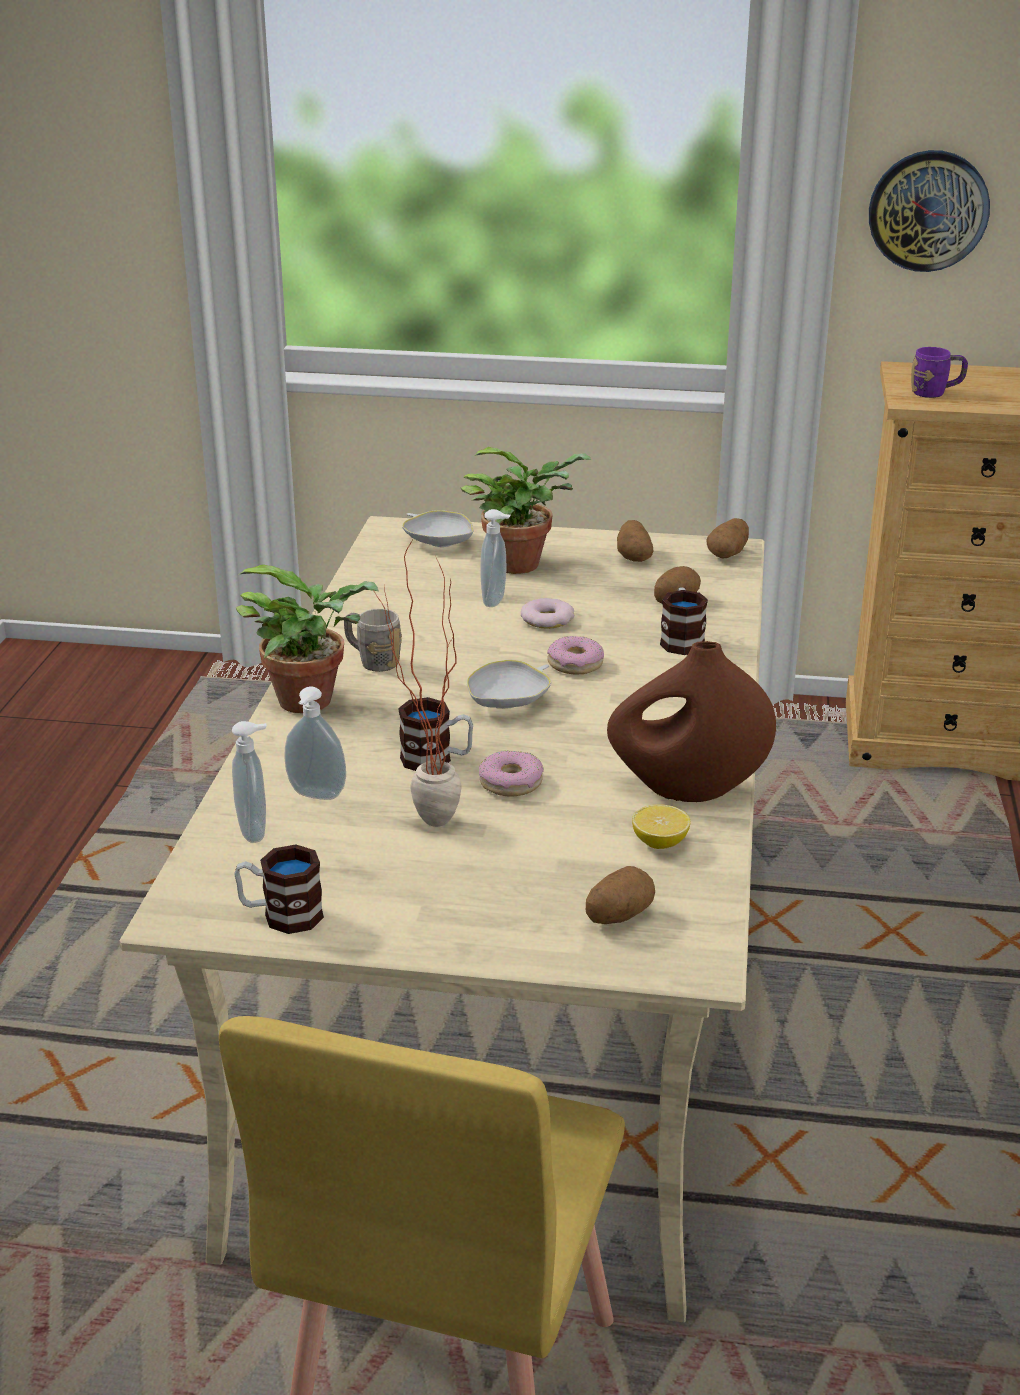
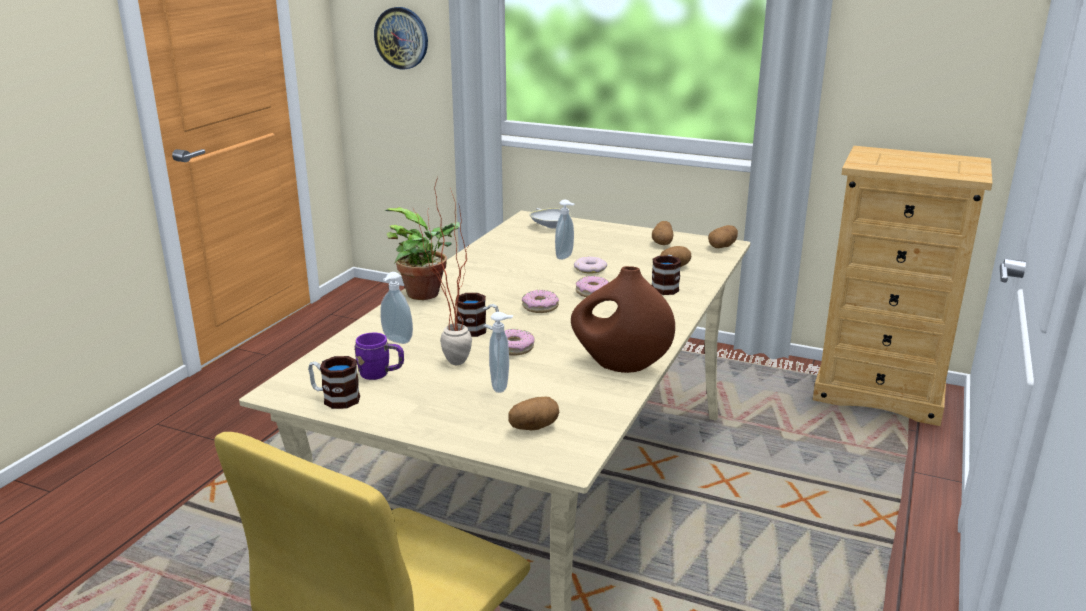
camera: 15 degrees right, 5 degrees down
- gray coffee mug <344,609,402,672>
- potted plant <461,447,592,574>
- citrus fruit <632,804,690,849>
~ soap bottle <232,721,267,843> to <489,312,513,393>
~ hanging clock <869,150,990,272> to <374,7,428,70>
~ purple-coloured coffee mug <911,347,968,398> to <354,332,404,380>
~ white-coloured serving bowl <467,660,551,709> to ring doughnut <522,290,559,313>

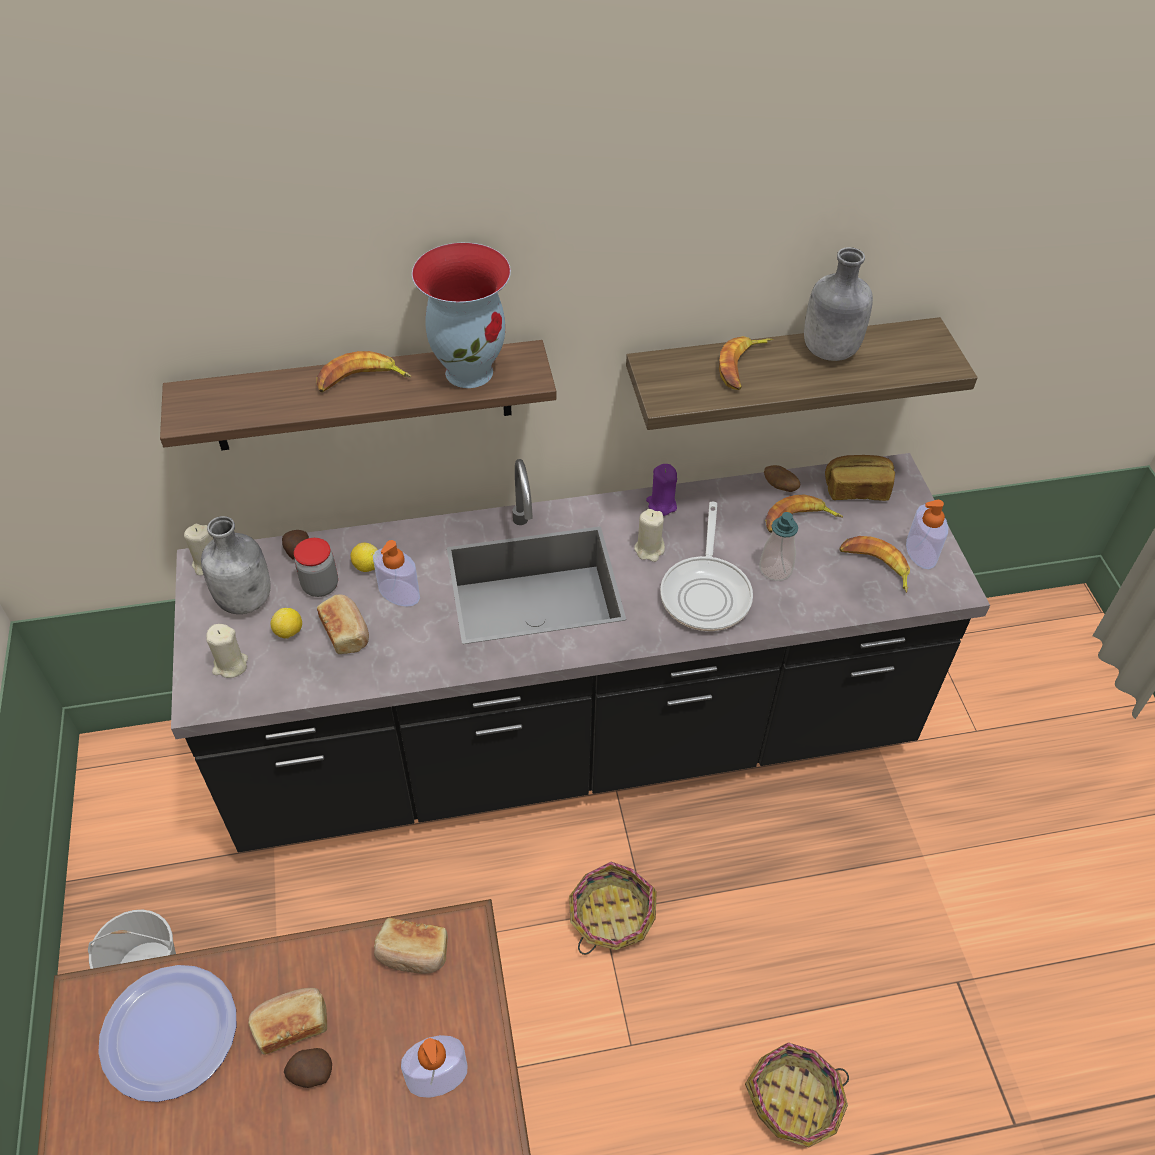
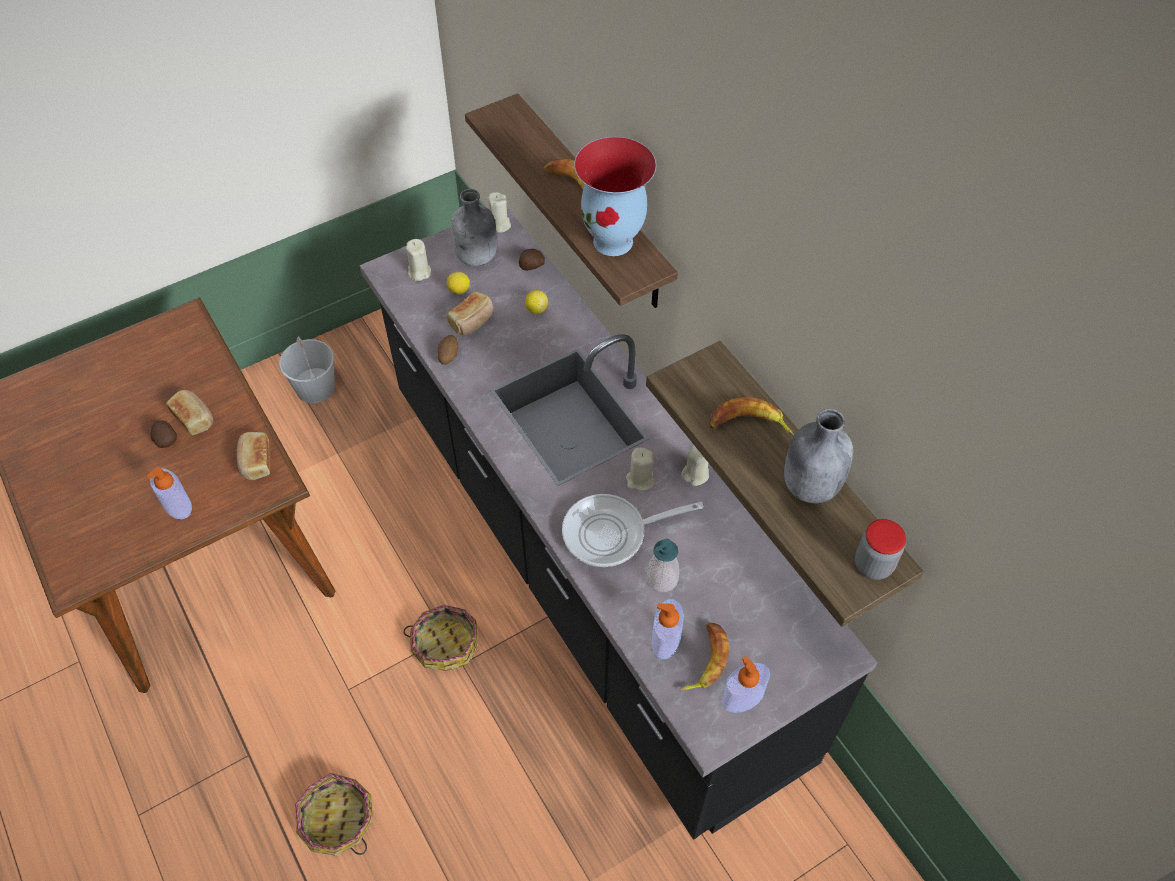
camera: 70 degrees right, 5 degrees up
- plate <98,965,236,1102>
- banana fruit <765,495,843,533>
- baked bread <825,455,895,501>
~ preserve jar <294,538,338,597> to <855,519,906,580>
~ soap bottle <373,540,420,607> to <651,599,684,659>
~ whole potato <764,465,800,492> to <438,335,458,365>
~ purple-coloured candle <646,464,677,516> to beige-coloured candle <681,444,709,486>

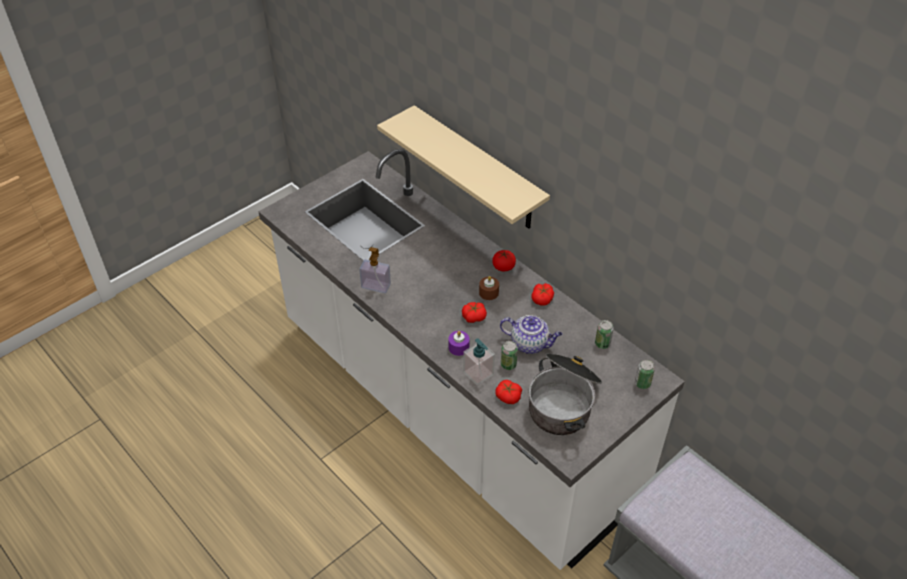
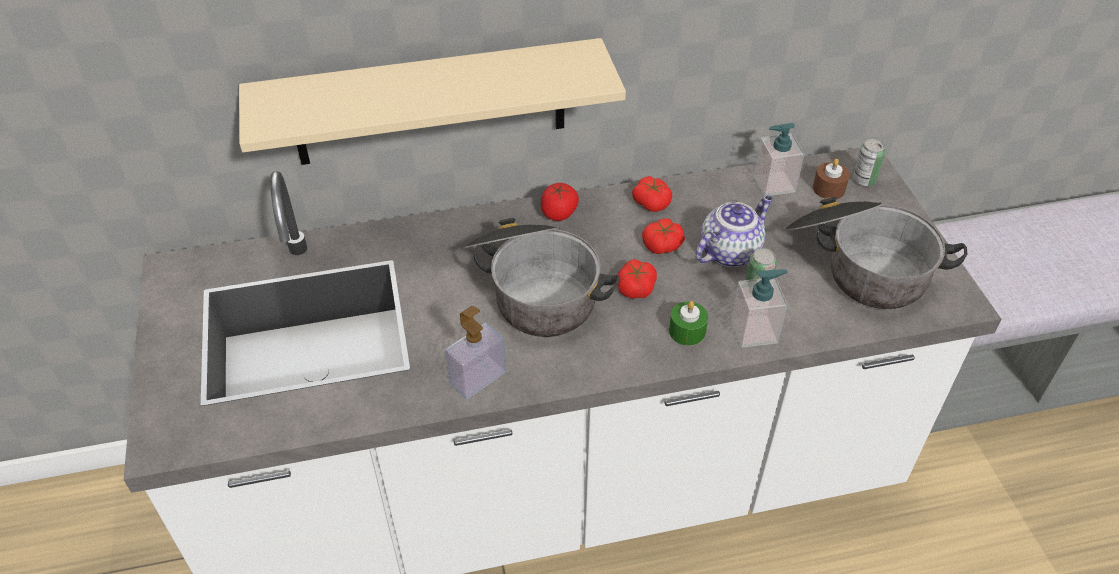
camera: 60 degrees left, 0 degrees up
+ stockpot <461,218,620,337>
~ brown-coloured candle <479,276,499,300> to <813,159,850,199>
~ tomato <495,380,522,404> to <642,218,685,254>
~ sealed can <595,320,614,349> to soap bottle <754,123,804,196>
~ purple-coloured candle <448,331,470,356> to greenish candle <669,301,708,346>

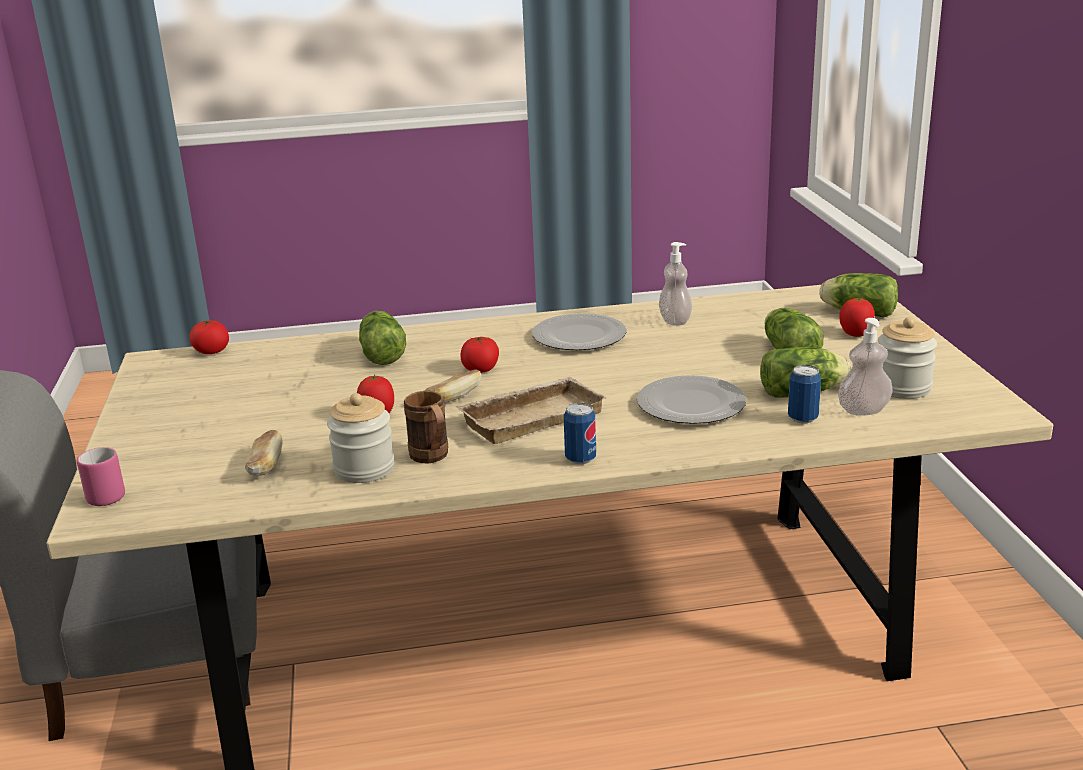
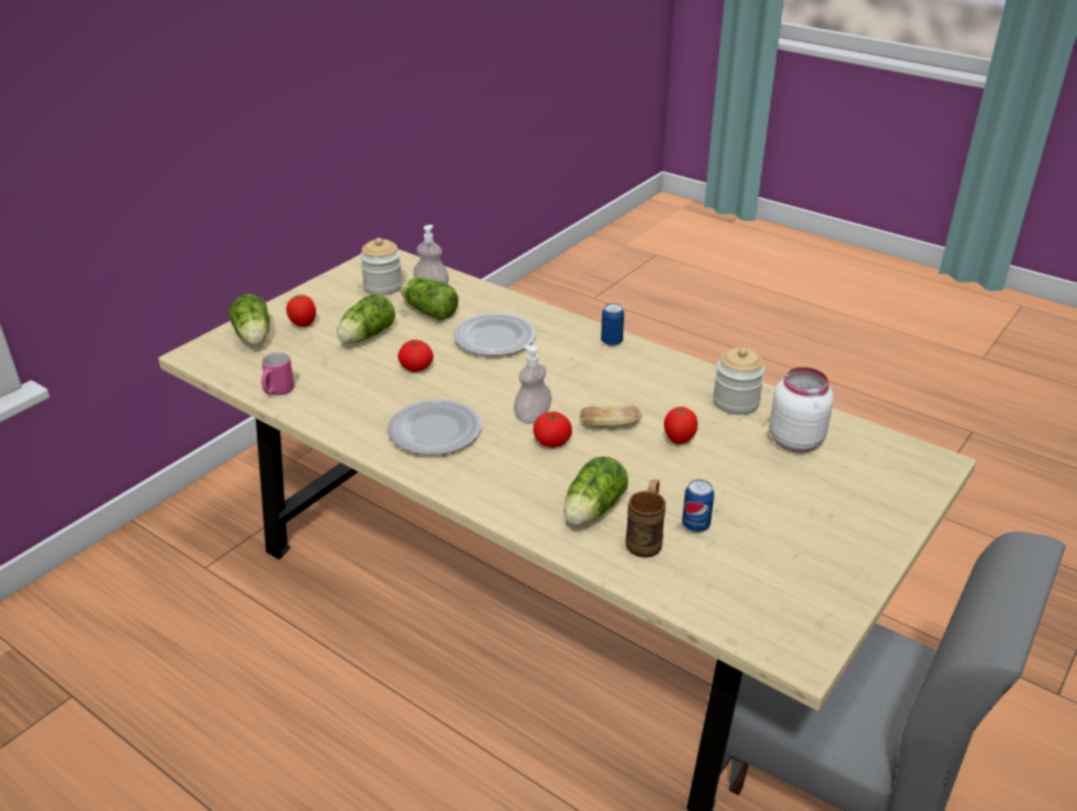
camera: 135 degrees left, 10 degrees up
- beige-coloured carrying tray <455,377,606,444>
~ pink-coloured coffee mug <77,447,125,506> to <261,352,294,395>
~ tomato <190,320,229,354> to <398,340,433,372>
~ brown-coloured coffee mug <404,391,448,463> to <626,479,666,558>
~ soap bottle <659,242,692,326> to <514,345,552,424>
~ sealed can <788,365,821,423> to <682,479,714,532>
~ baked bread <245,430,283,476> to white-coloured preserve jar <769,367,834,452>

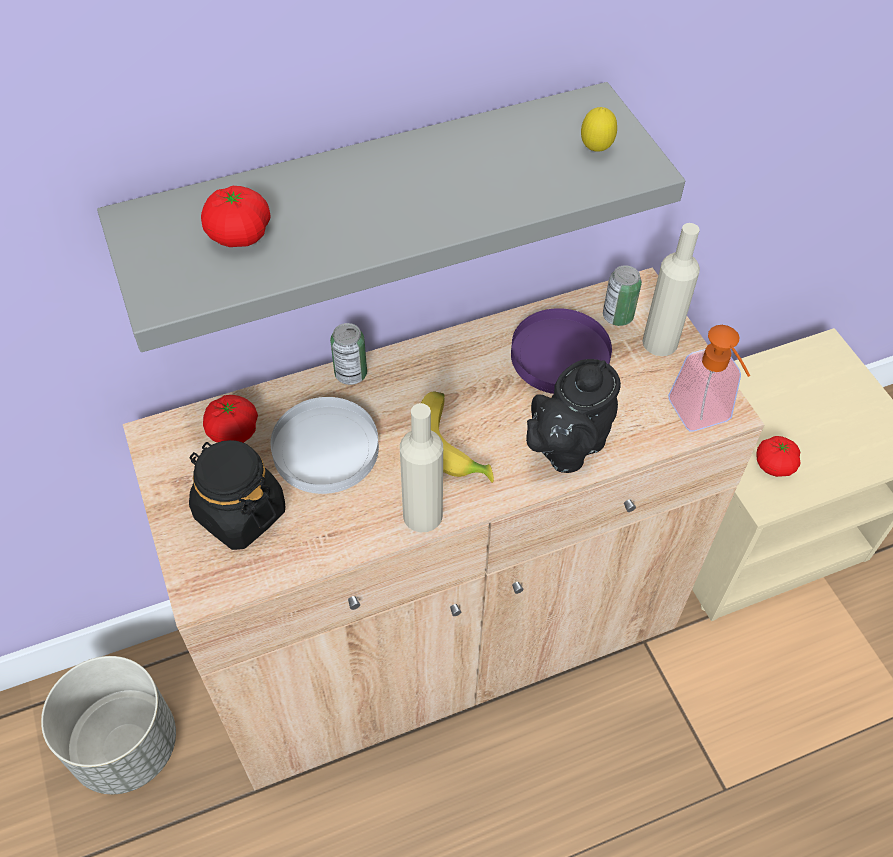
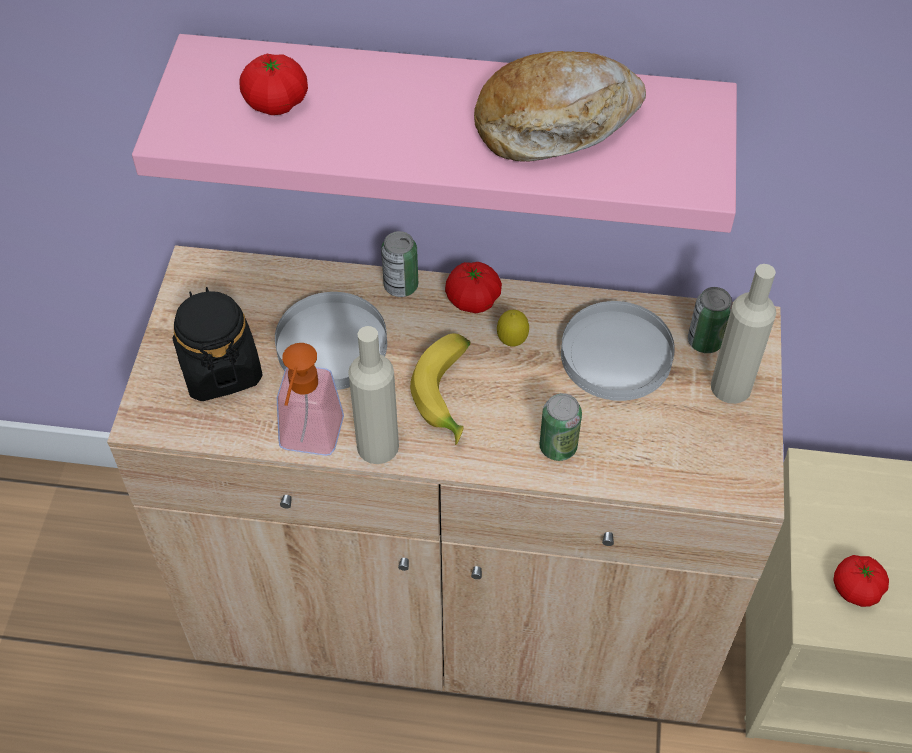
camera: 30 degrees right, 0 degrees up
- gray planter <41,656,176,794>
+ baked bread <474,51,646,162>
~ tomato <203,395,258,443> to <445,262,502,313>
~ citrus fruit <581,107,617,152> to <497,310,529,347>
~ soap bottle <668,325,750,432> to <277,343,344,456>
~ black pot for tea <526,359,621,473> to sealed can <539,393,582,461>
~ gray shelf <97,82,685,352> to pink-coloured shelf <132,34,737,233>
~ purple-coloured plate <511,308,612,394> to white-coloured plate <561,301,675,401>

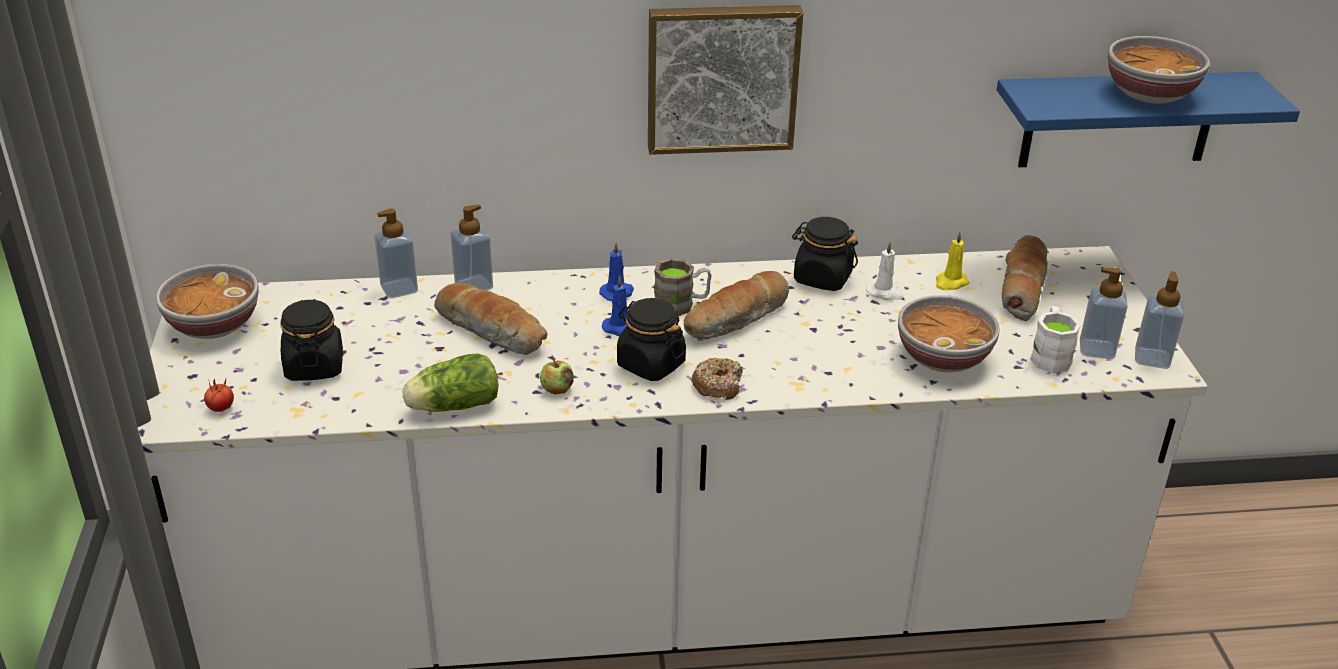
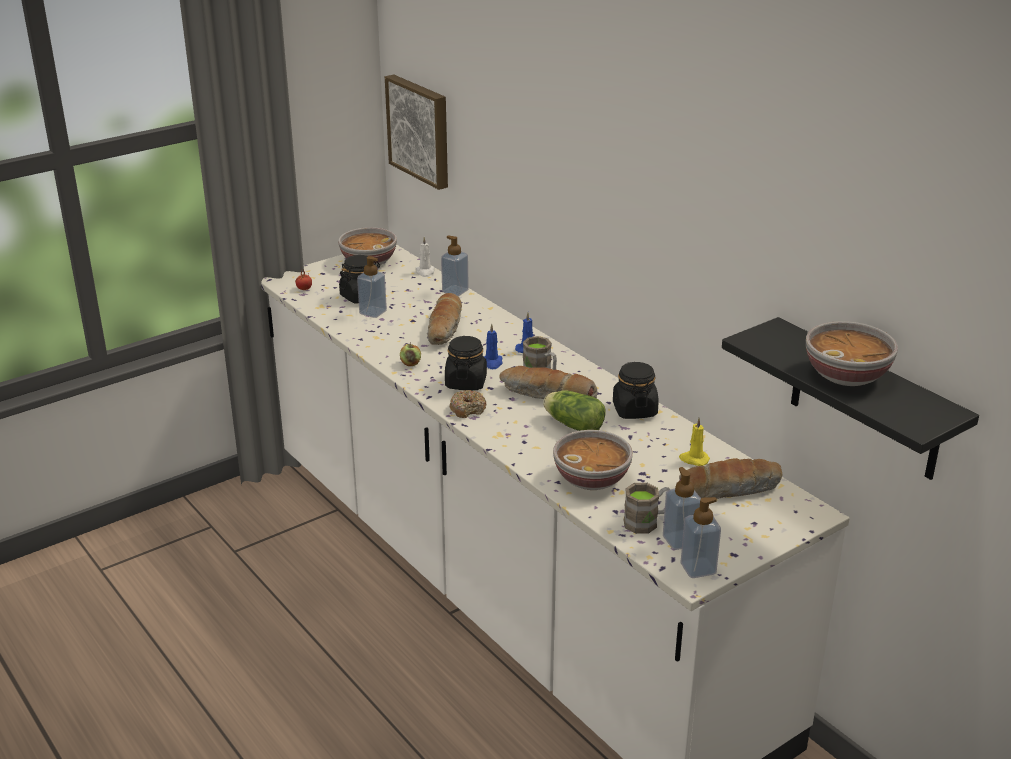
camera: 60 degrees right, 5 degrees down
~ lettuce head <402,353,498,412> to <543,390,606,431>
~ soap bottle <451,204,493,290> to <357,256,387,318>
~ wall picture <648,5,804,155> to <385,75,448,190>
~ white-coloured candle <866,241,903,300> to <416,237,435,277>
~ bluish shelf <997,72,1300,167> to black shelf <722,317,979,480>
~ white-coloured coffee mug <1030,306,1081,373> to brown-coloured coffee mug <624,483,670,534>

